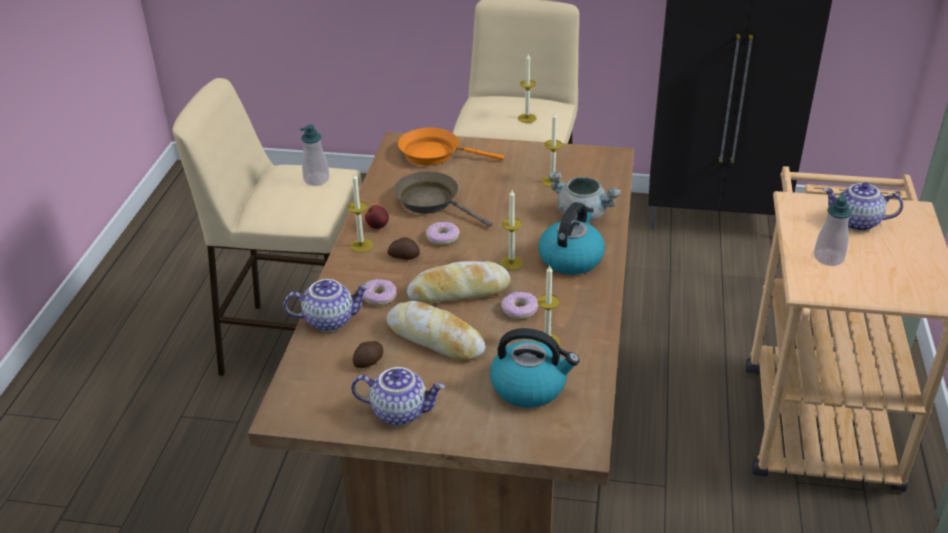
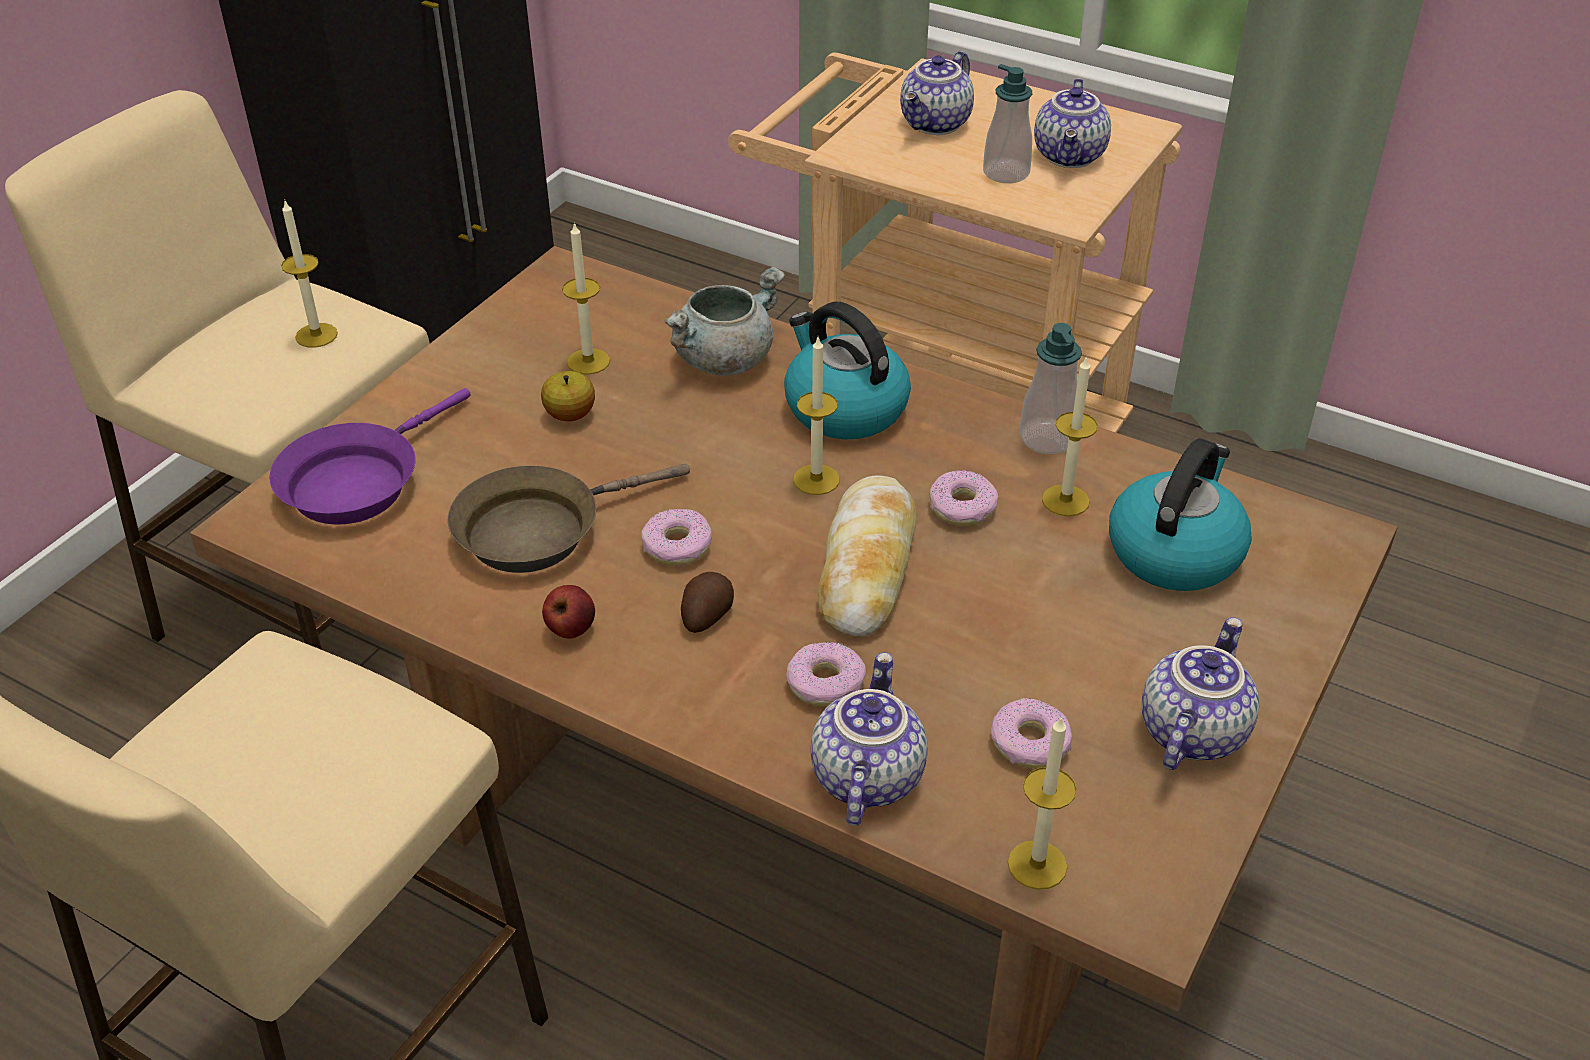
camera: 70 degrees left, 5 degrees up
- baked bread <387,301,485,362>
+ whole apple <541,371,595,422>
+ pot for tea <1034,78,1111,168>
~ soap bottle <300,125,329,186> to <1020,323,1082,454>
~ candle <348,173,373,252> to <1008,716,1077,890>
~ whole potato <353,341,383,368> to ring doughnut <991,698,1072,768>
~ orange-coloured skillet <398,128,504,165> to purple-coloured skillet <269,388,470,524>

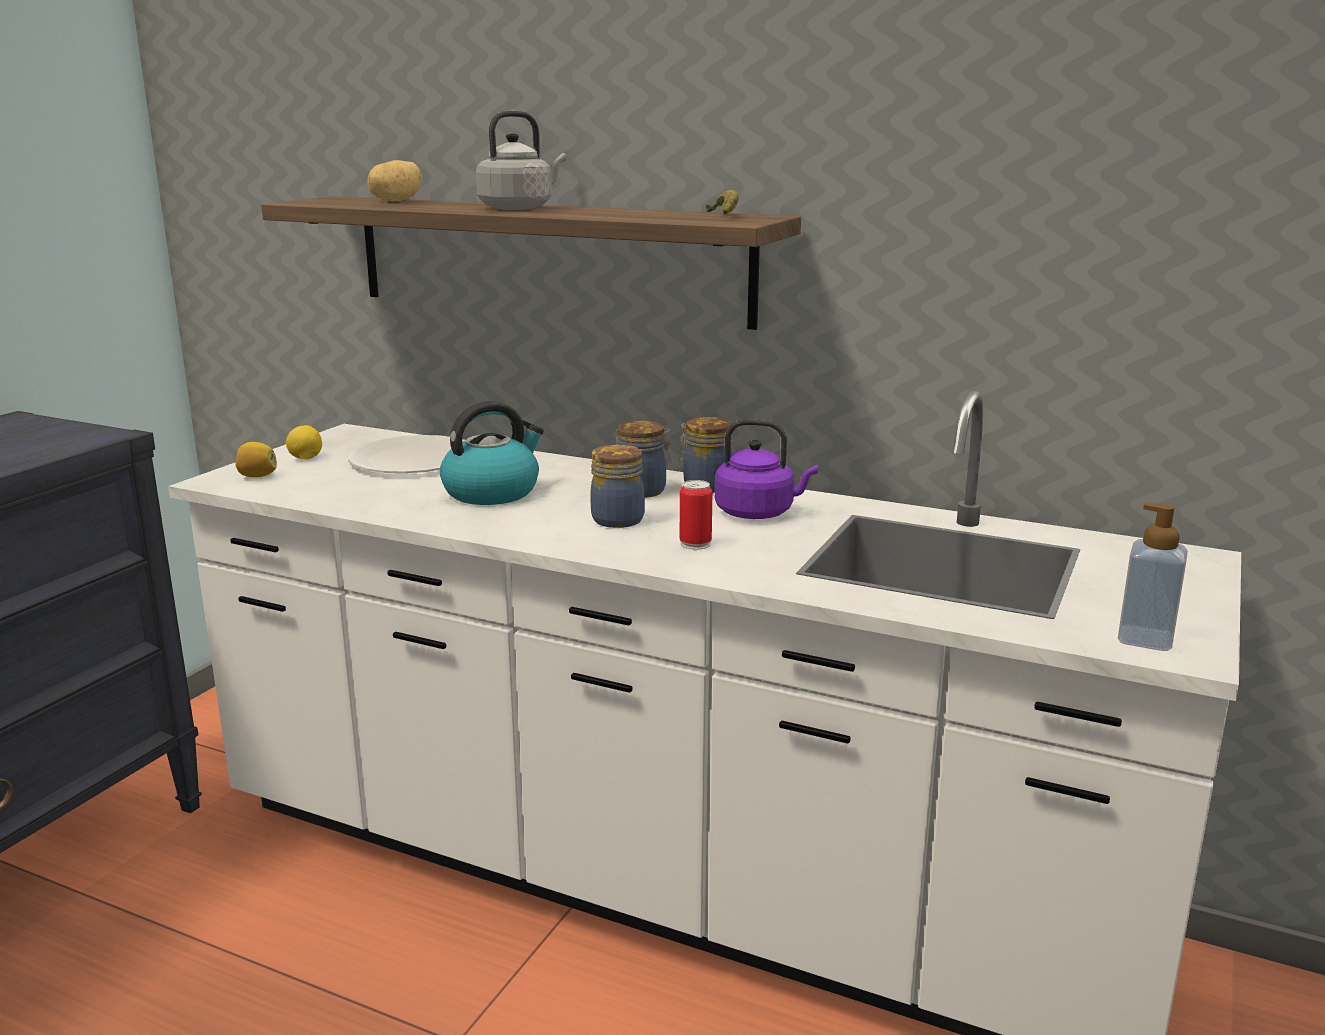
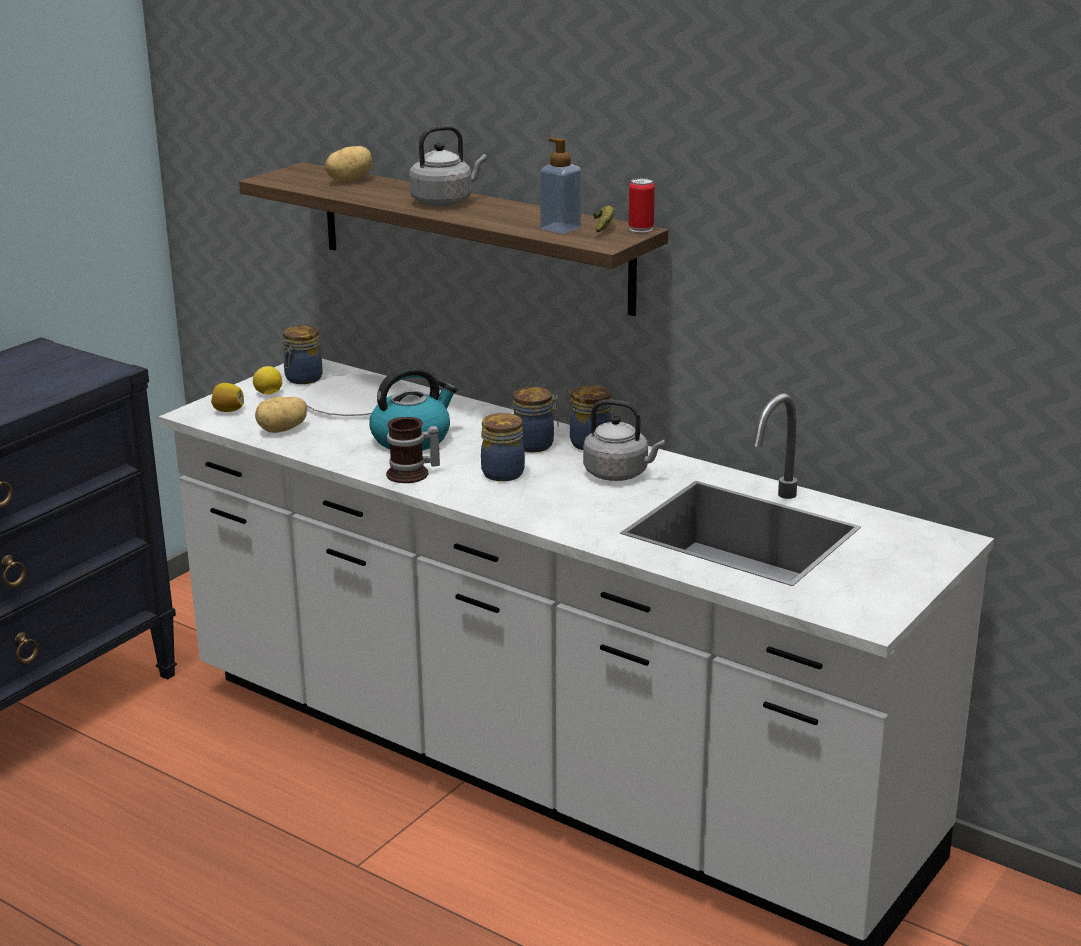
camera: 10 degrees right, 5 degrees up
+ whole potato <255,397,307,433>
+ preserve jar <283,325,322,384>
+ coffee mug <386,417,440,483>
~ sealed can <680,480,712,550> to <629,178,655,233>
~ soap bottle <1118,503,1188,651> to <540,138,581,234>
~ purple-coloured tea kettle <715,419,818,519> to gray tea kettle <583,399,665,481>

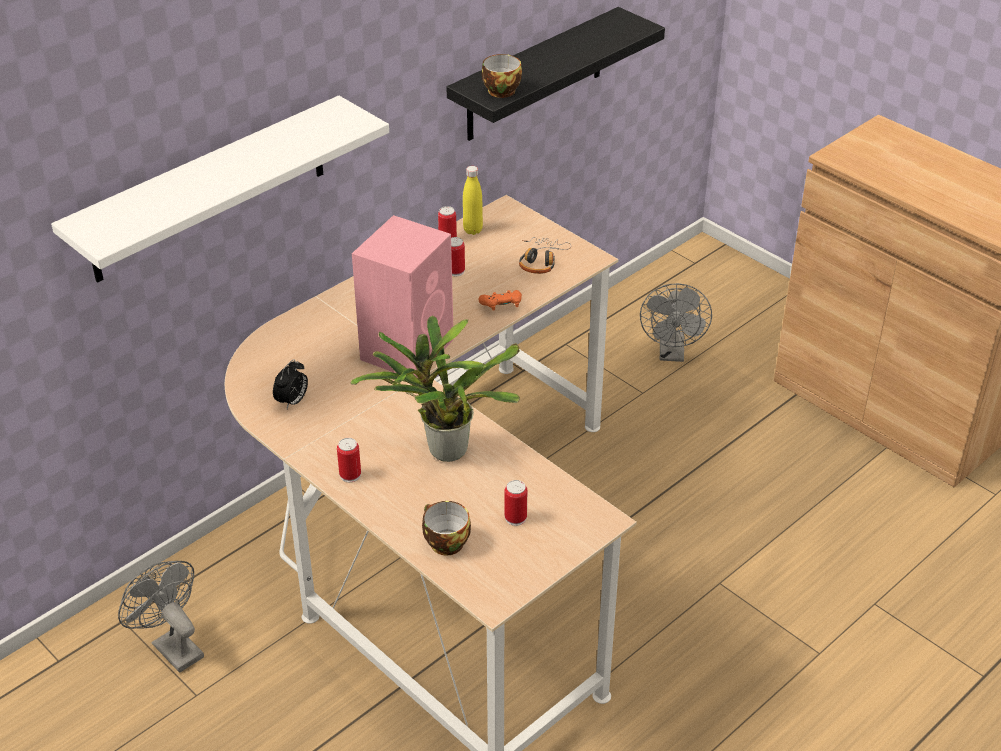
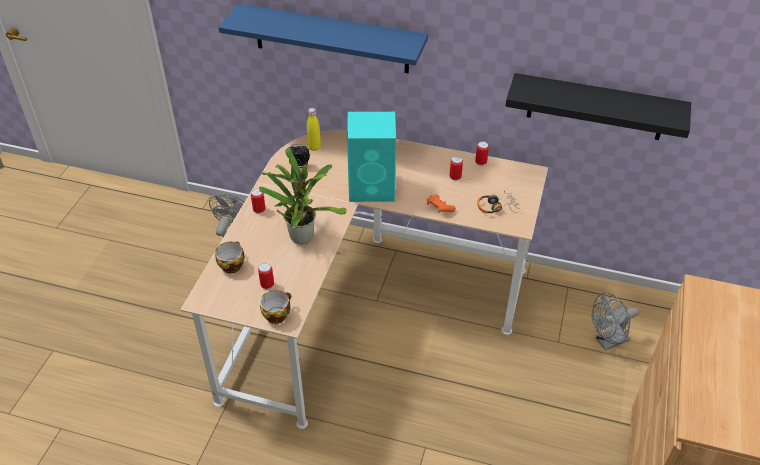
camera: 60 degrees right, 5 degrees up
~ yellow-coloured drink bottle <463,166,483,235> to <307,108,321,151>
~ drinking cup <482,54,522,98> to <260,290,291,324>
~ white-coloured shelf <51,95,389,283> to bluish shelf <218,4,428,73>
~ pink-coloured speaker <352,215,454,378> to turquoise-coloured speaker <347,112,396,202>

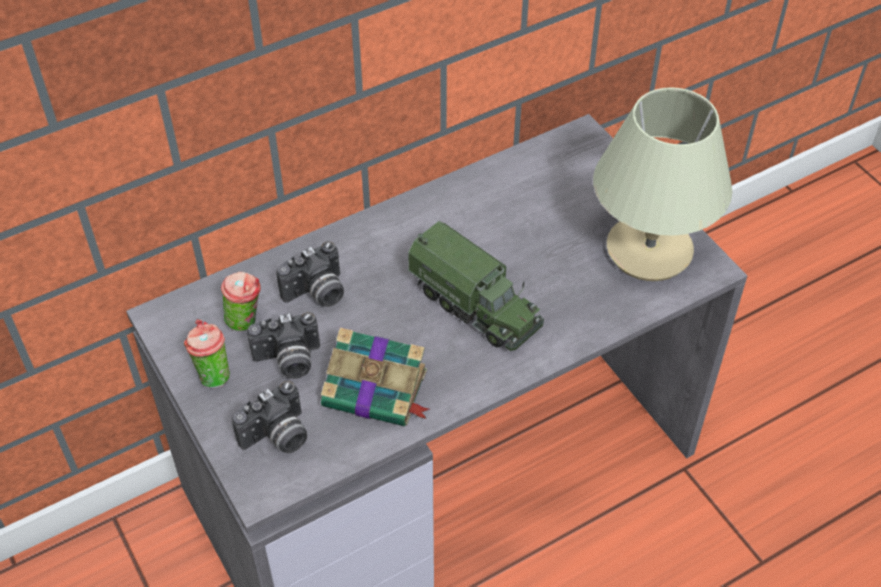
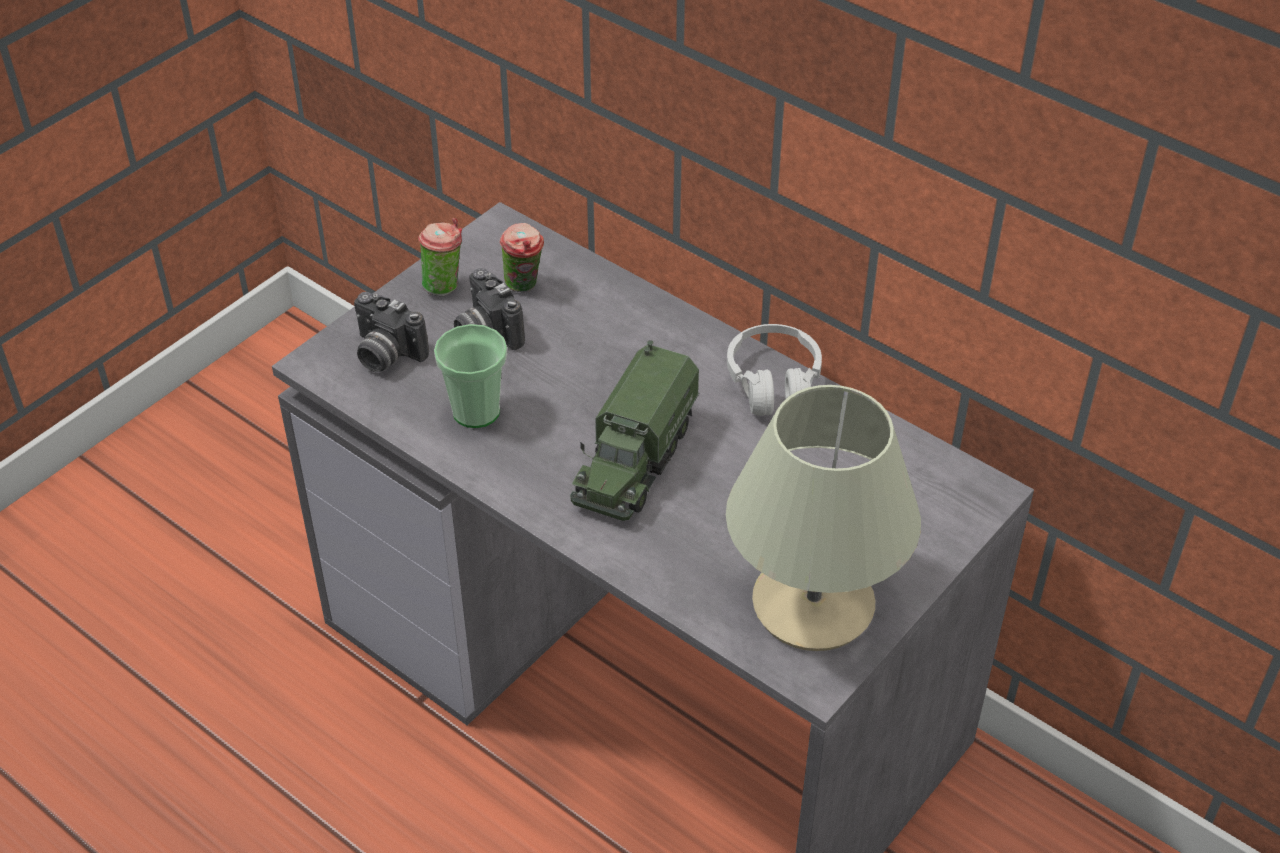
camera: 70 degrees right, 5 degrees down
- photo camera <276,241,344,307>
+ white-coloured headset <727,324,822,416>
~ book <321,327,430,426> to drinking cup <434,324,507,428>

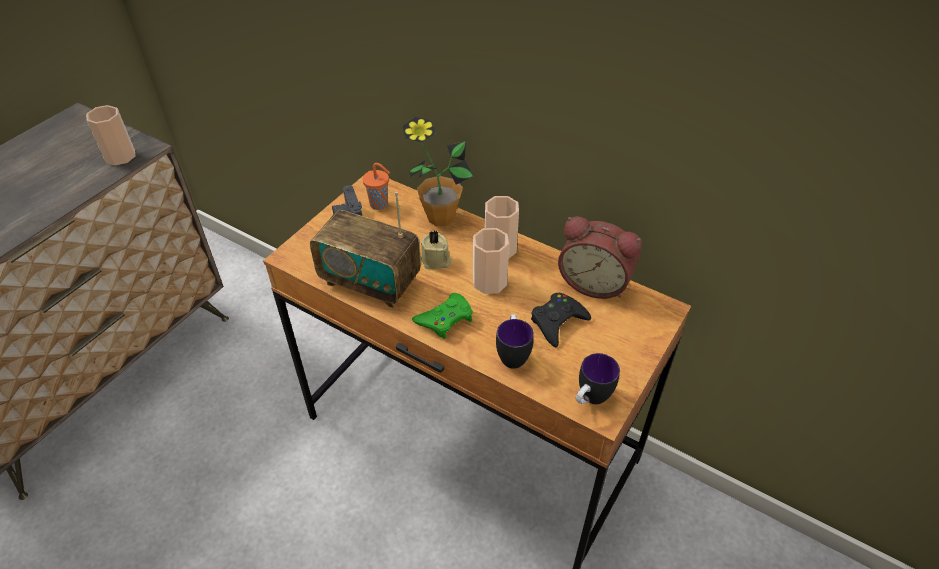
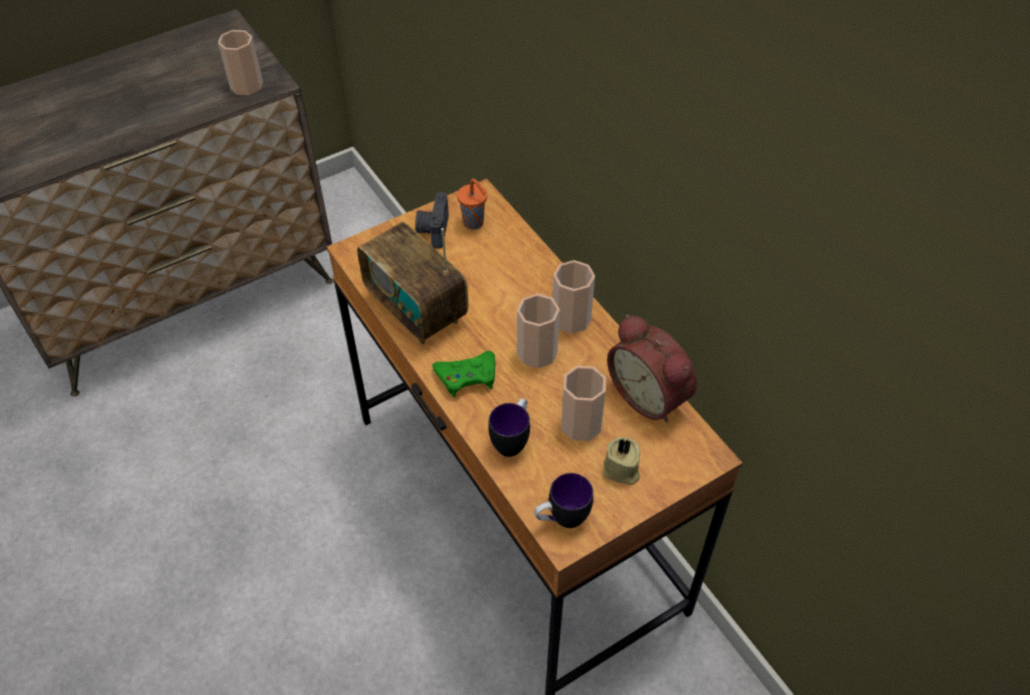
camera: 25 degrees right, 5 degrees up
- potted plant <403,117,473,226>
~ beige-coloured candle <421,231,452,269> to <603,437,640,485>
~ black game controller <531,293,591,347> to drinking cup <561,366,606,441>

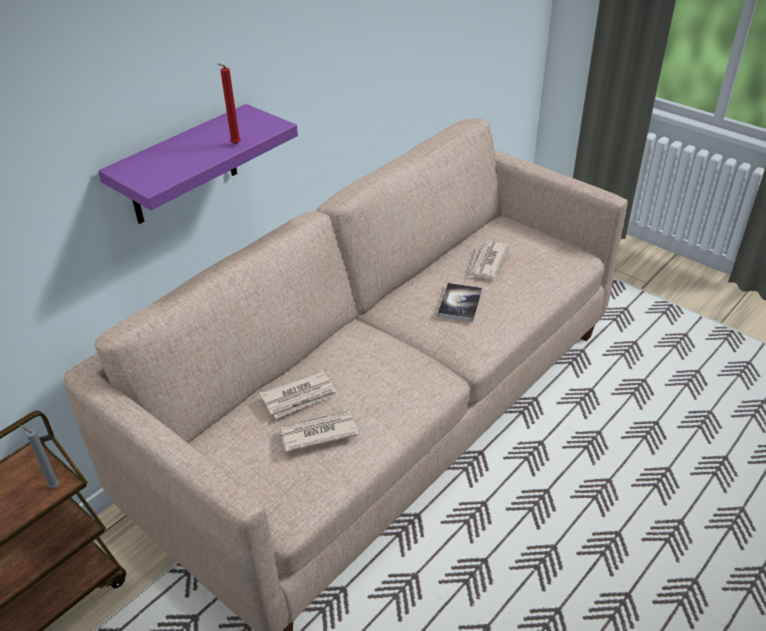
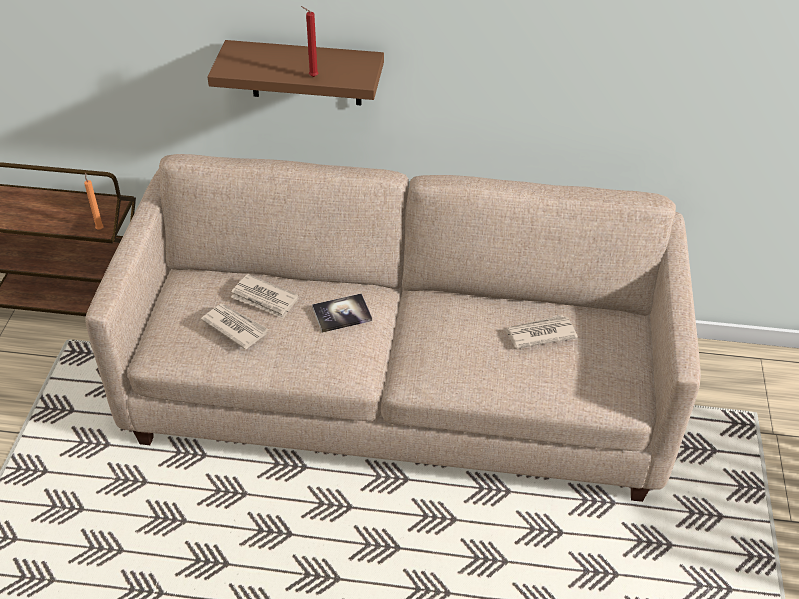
camera: 55 degrees right, 5 degrees up
~ book <438,283,482,322> to <312,293,372,333>
~ gray candle <20,425,59,488> to orange-coloured candle <84,172,104,230>
~ purple-coloured shelf <98,104,298,224> to brown-coloured shelf <207,40,384,105>

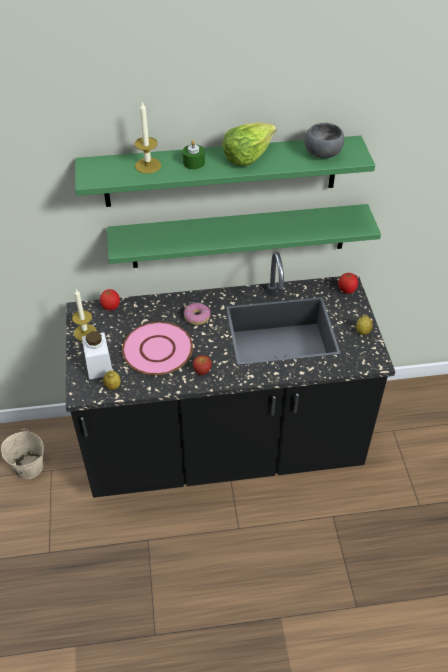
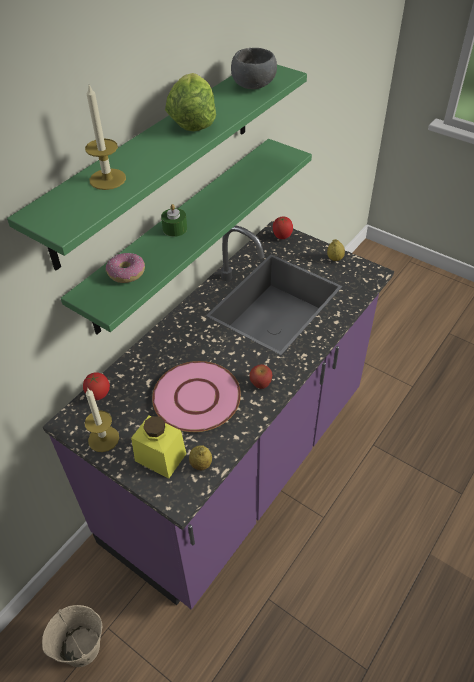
camera: 45 degrees left, 0 degrees up
~ greenish candle <183,140,205,169> to <161,204,187,237>
~ ring doughnut <184,303,211,325> to <106,253,145,283>
~ black counter <66,252,395,498> to purple-coloured counter <43,220,394,609>
~ white-coloured preserve jar <82,331,113,380> to yellow-coloured preserve jar <131,416,186,478>

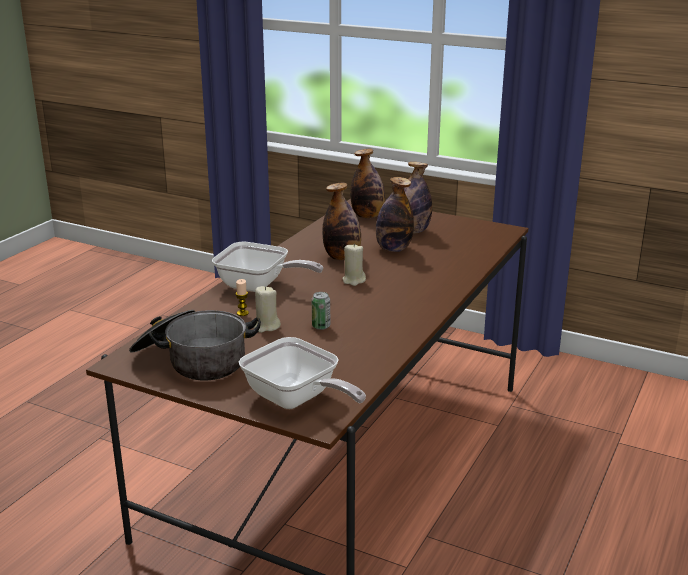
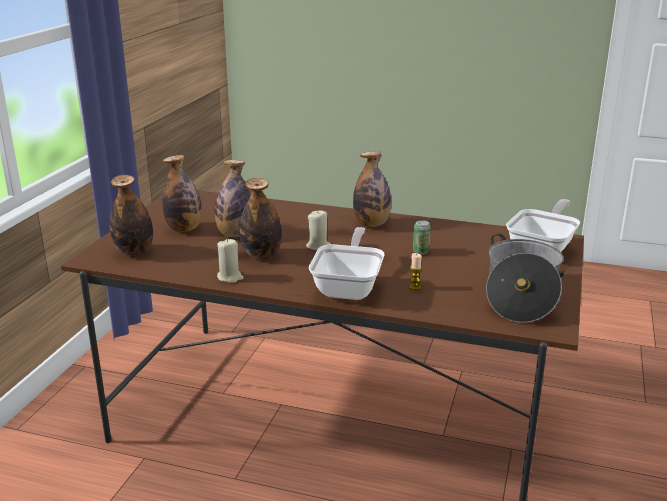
camera: 100 degrees left, 0 degrees up
+ drink bottle <353,151,391,227>
~ beige-coloured candle <253,286,281,333> to <217,239,244,283>

